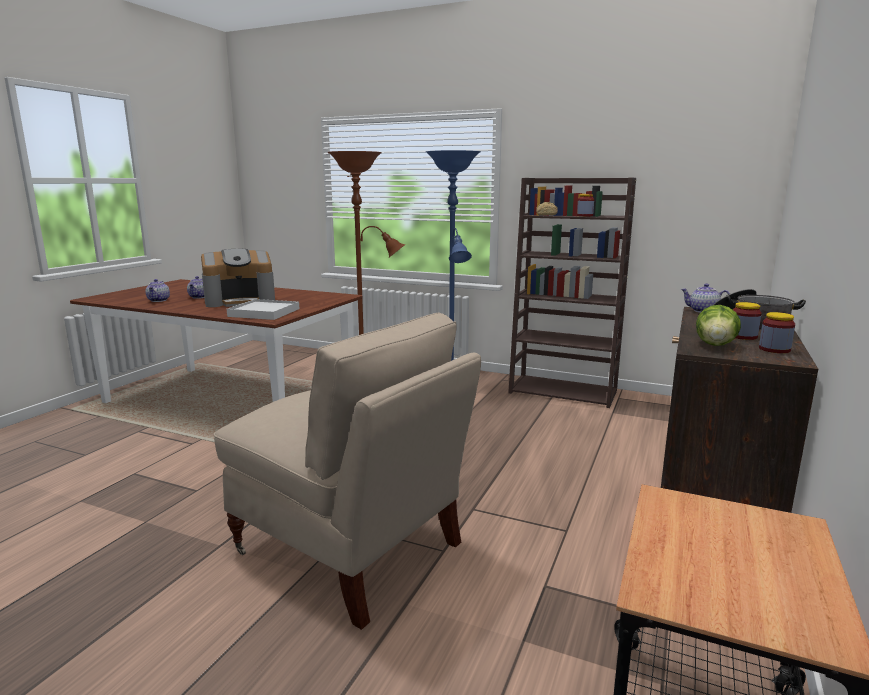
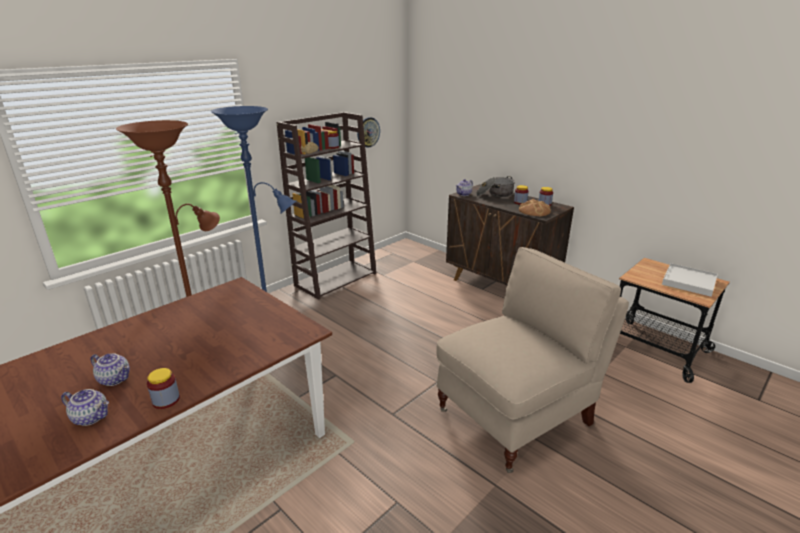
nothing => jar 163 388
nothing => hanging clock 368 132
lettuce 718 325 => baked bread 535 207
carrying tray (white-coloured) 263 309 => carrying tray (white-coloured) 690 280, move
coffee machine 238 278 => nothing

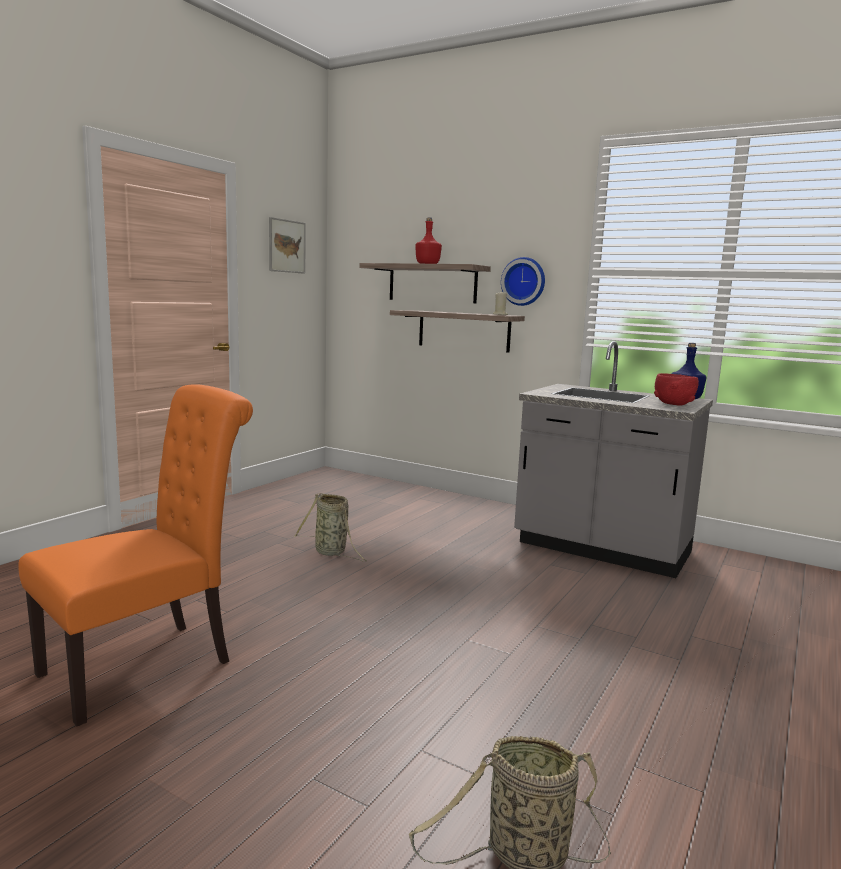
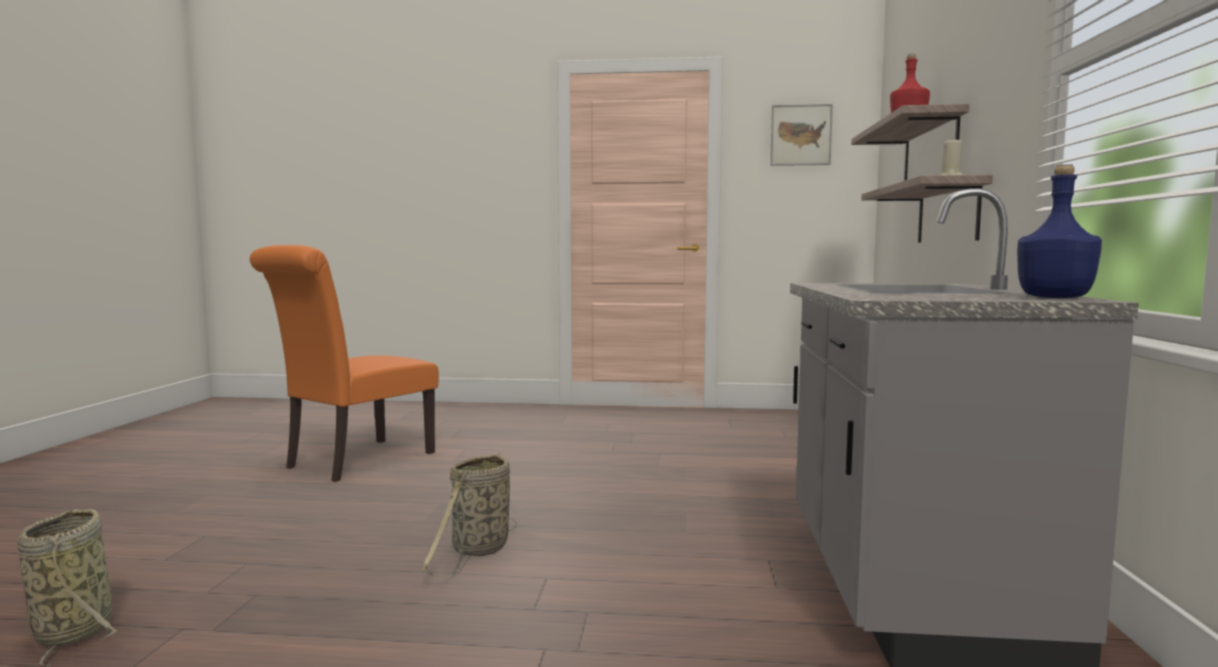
plain chair (orange) 135 555 => plain chair (orange) 344 363, 105 degrees clockwise
storage basket 330 527 => storage basket 470 515, move
hanging clock 523 281 => nothing
bowl (red-coloured) 676 389 => nothing

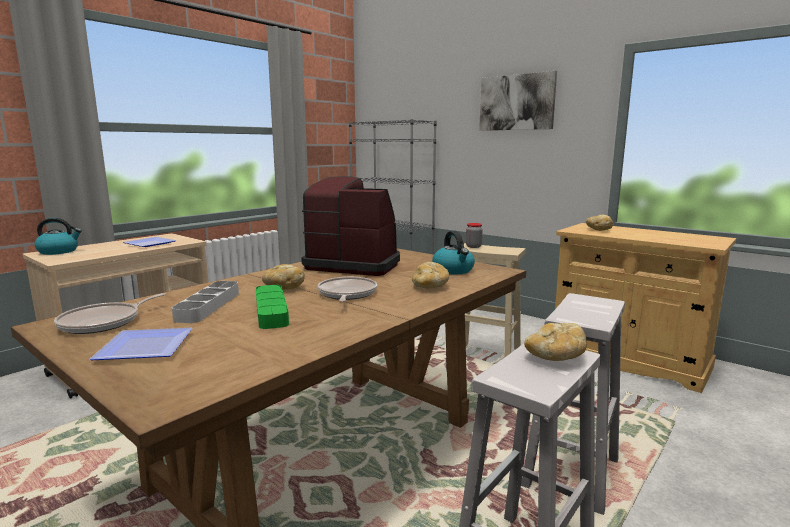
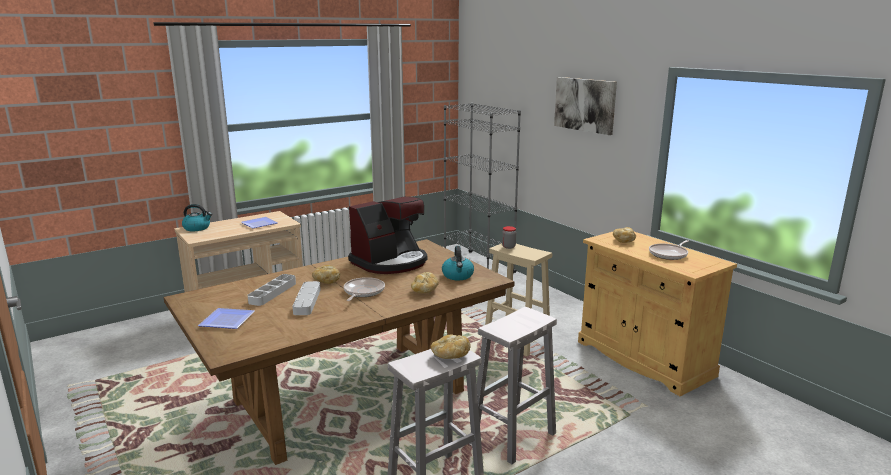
carrying tray (greenish) 272 307 => carrying tray (gray) 306 298
coffee machine 350 226 => coffee machine 387 235, 105 degrees clockwise
pan 110 313 => pan 669 250, move

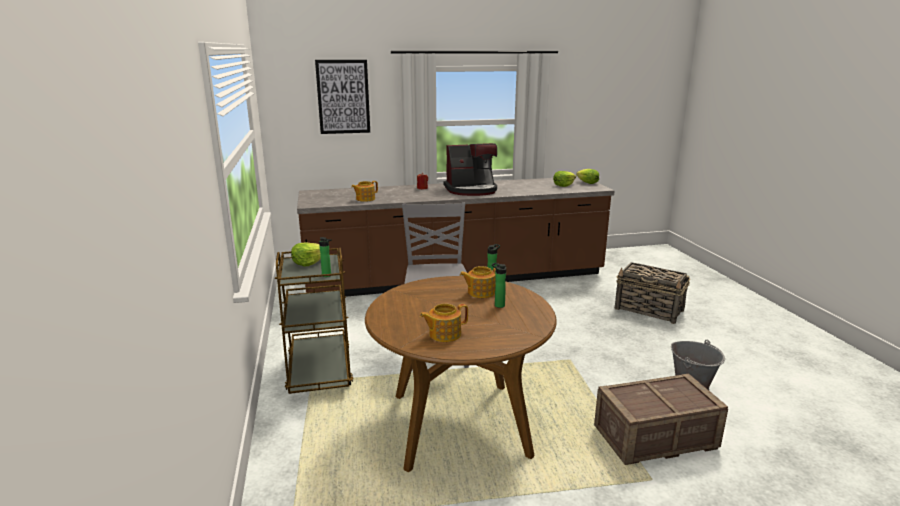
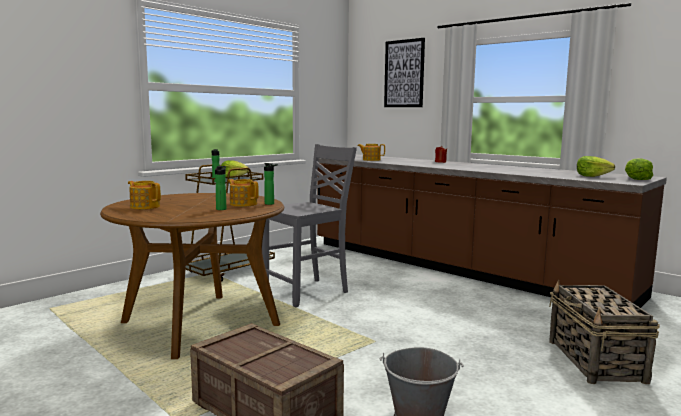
coffee machine 470 169 => nothing

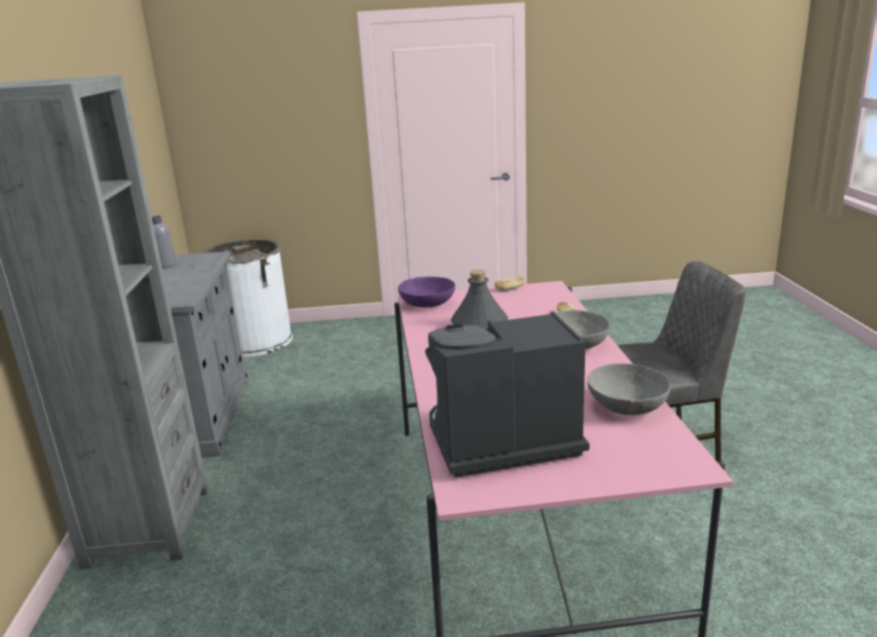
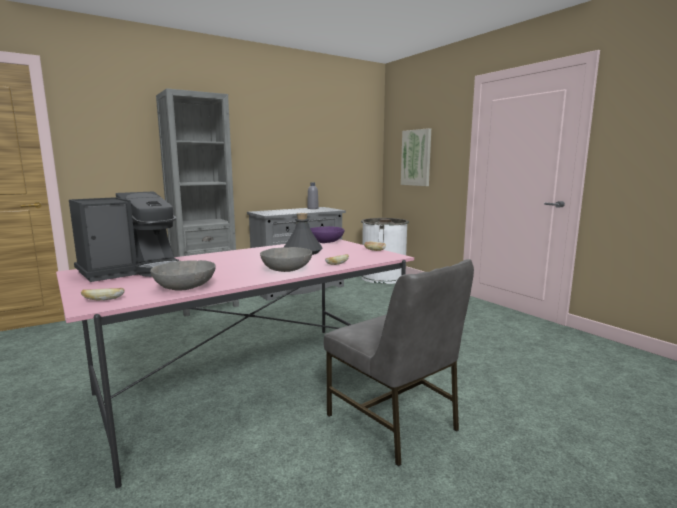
coffee machine 507 395 => coffee machine 124 236, 90 degrees clockwise
nothing => baked bread 103 294
nothing => picture 416 157

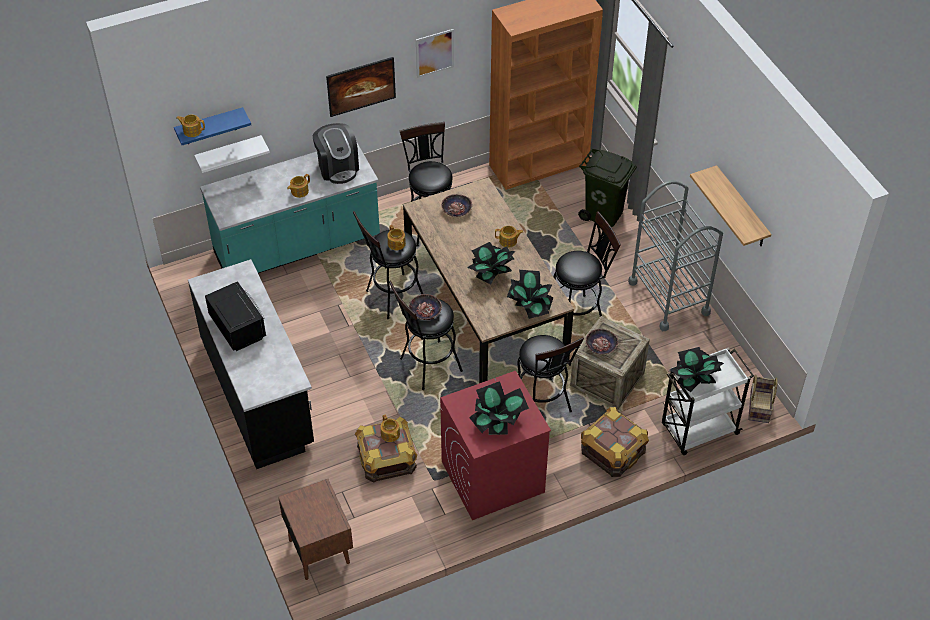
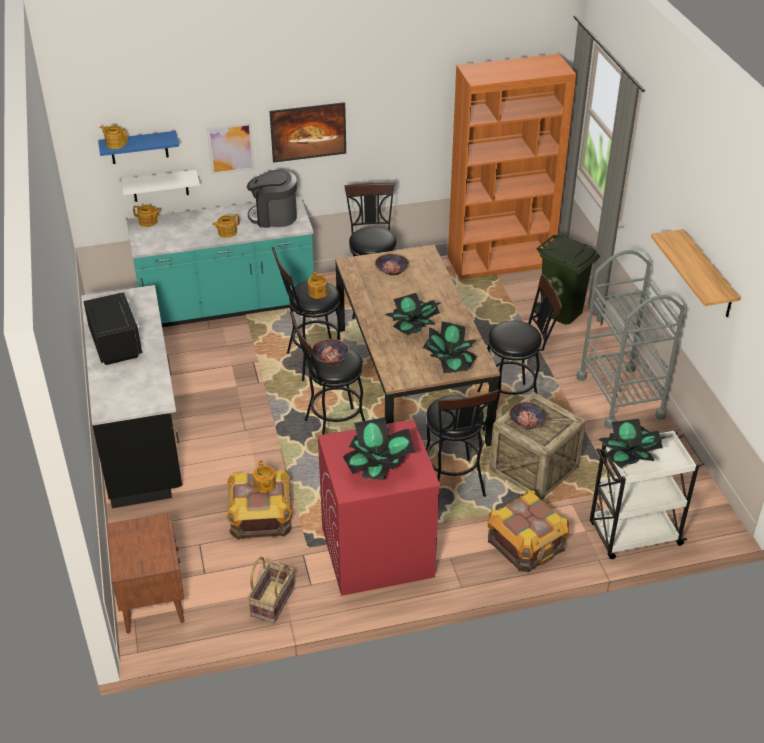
teapot 509 237 => teapot 147 215, move
picture 435 53 => picture 231 148, move
coffee machine 336 153 => coffee machine 272 198, 105 degrees clockwise
storage basket 763 399 => storage basket 271 590, move

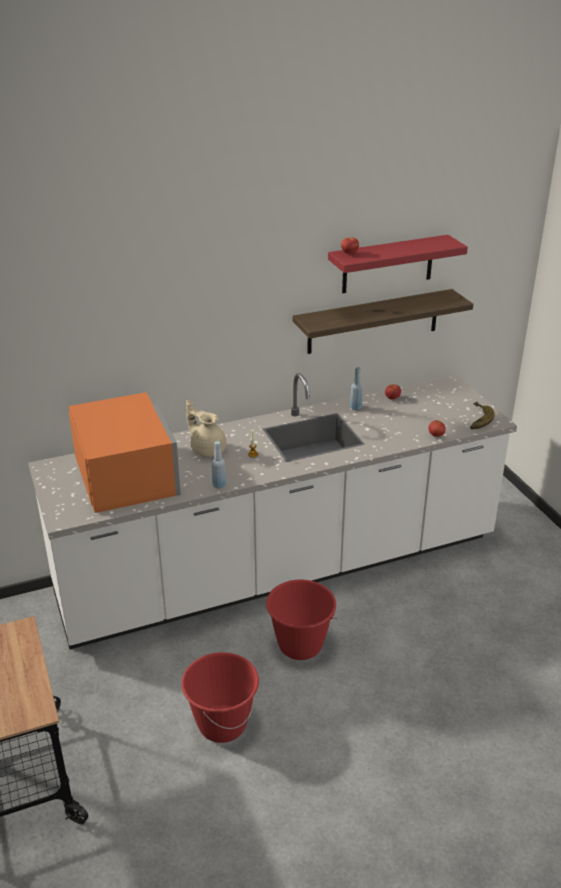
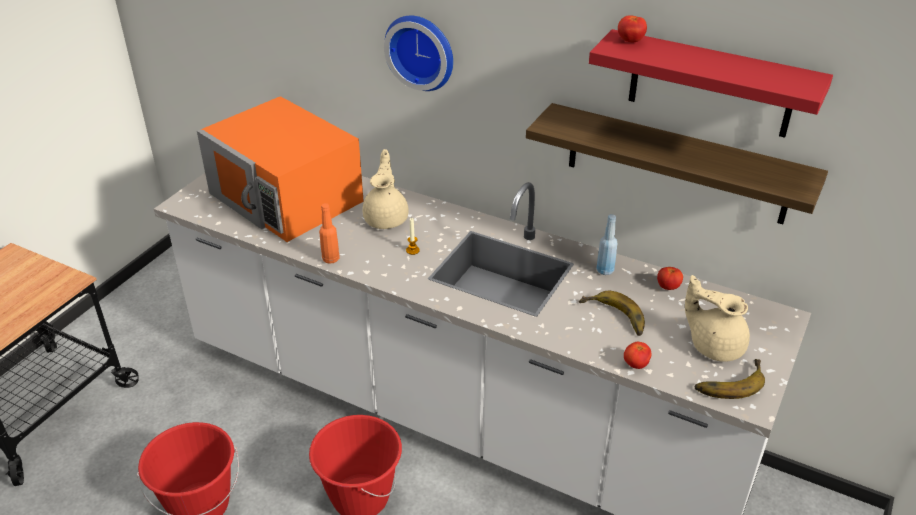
microwave oven (orange) 124 452 => microwave oven (orange) 280 169, 105 degrees clockwise
bottle (blue) 219 465 => bottle (orange) 329 233
nothing => hanging clock 418 53
nothing => banana fruit 612 313
nothing => teapot (sand-coloured) 717 318

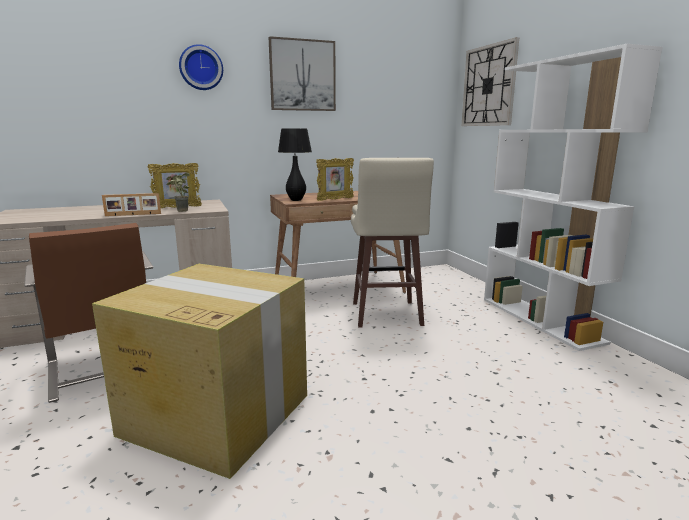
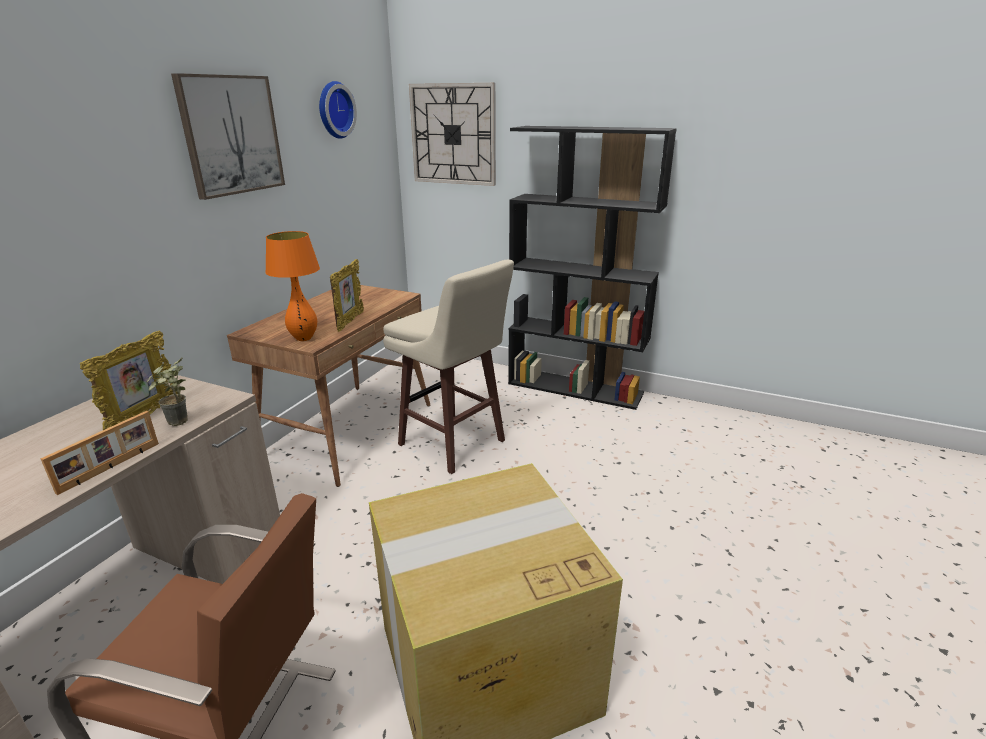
lamp for a table (black) 295 165 => lamp for a table (orange) 292 286
hanging clock 201 67 => hanging clock 338 110, move
bookcase (white-coloured) 573 197 => bookcase (black) 592 268

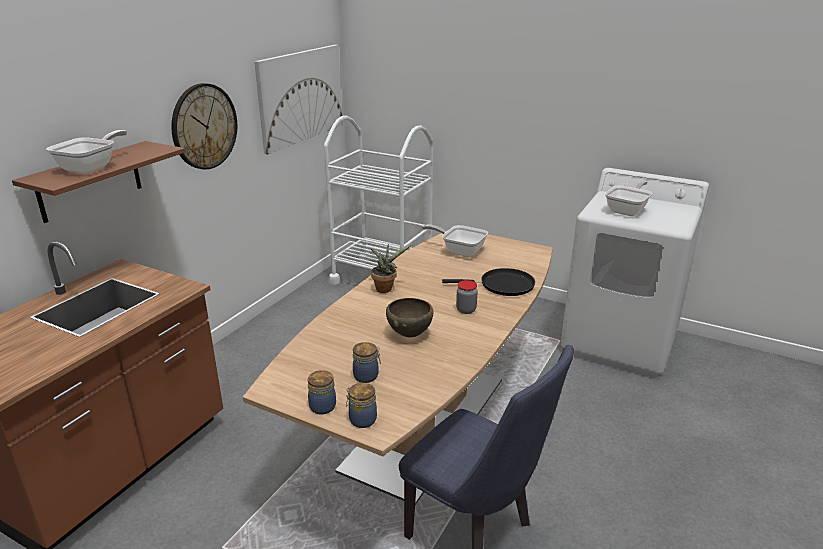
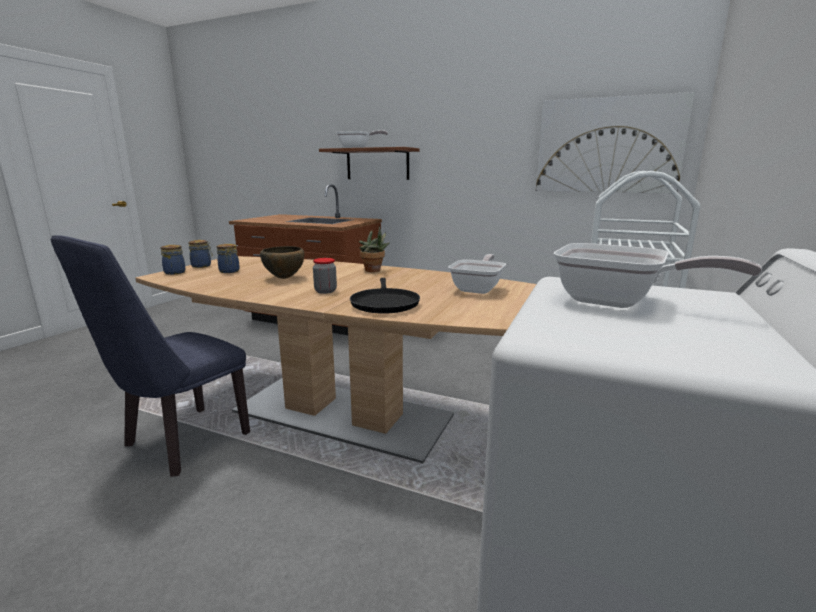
hanging clock 204 126 => nothing

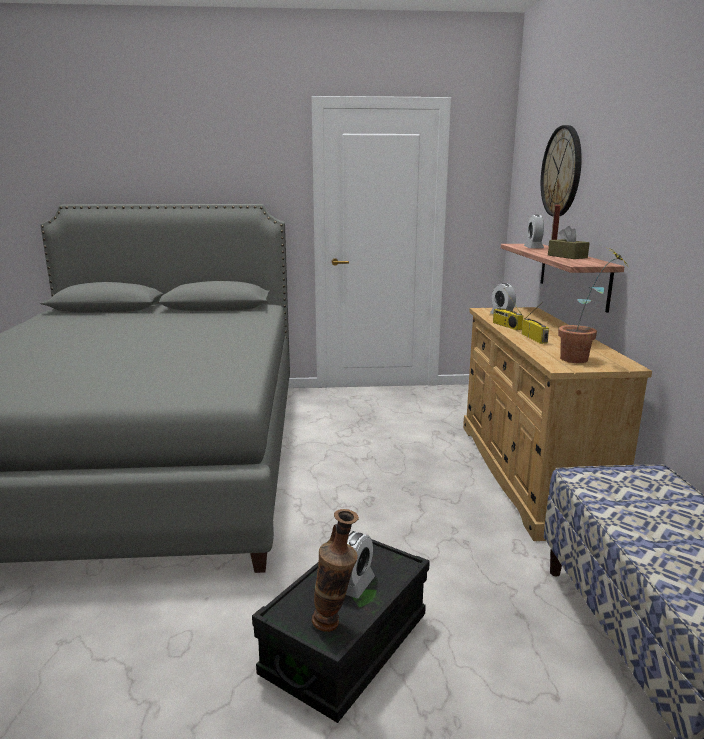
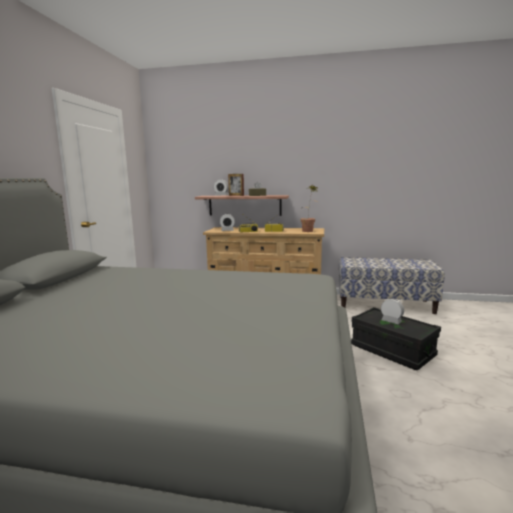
decorative vase 335 570 => nothing
hanging clock 561 170 => nothing

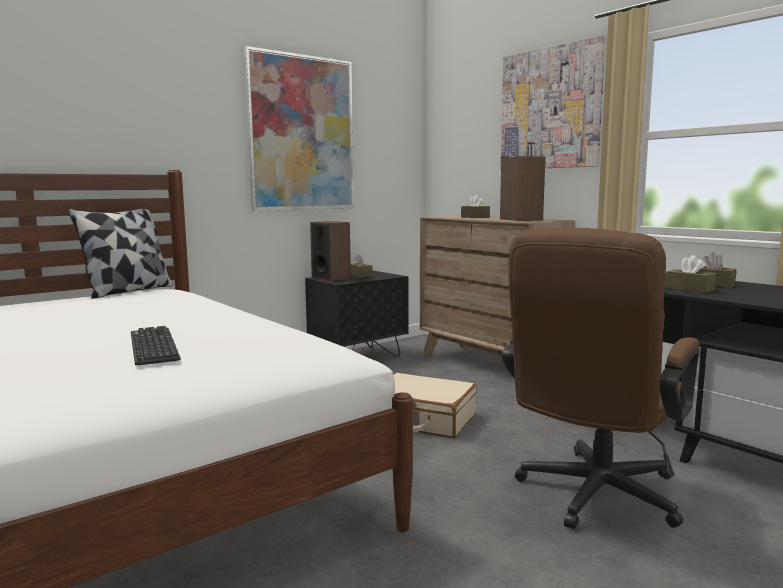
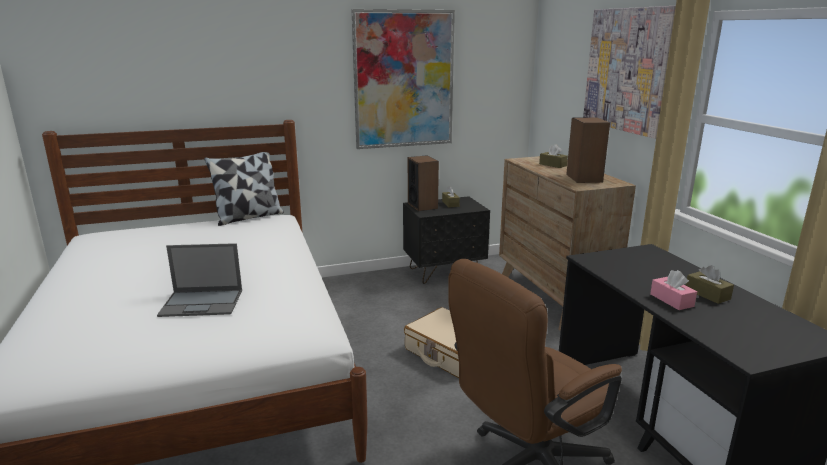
computer keyboard 156 345 => portable computer 199 280
tissue holder (brownish) 690 274 => tissue holder (pink) 673 290

